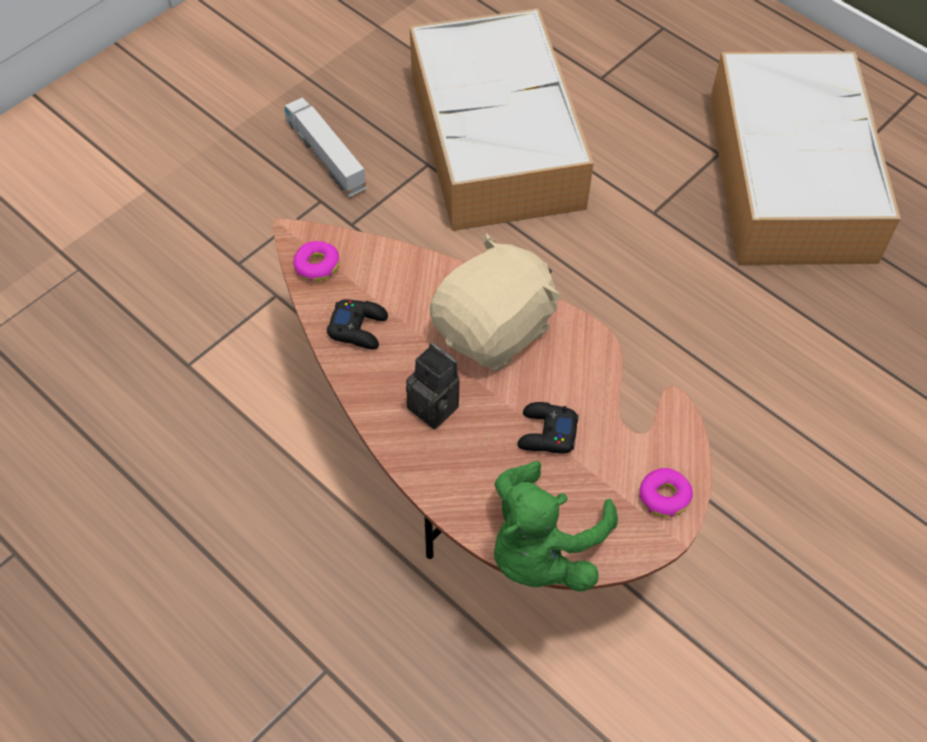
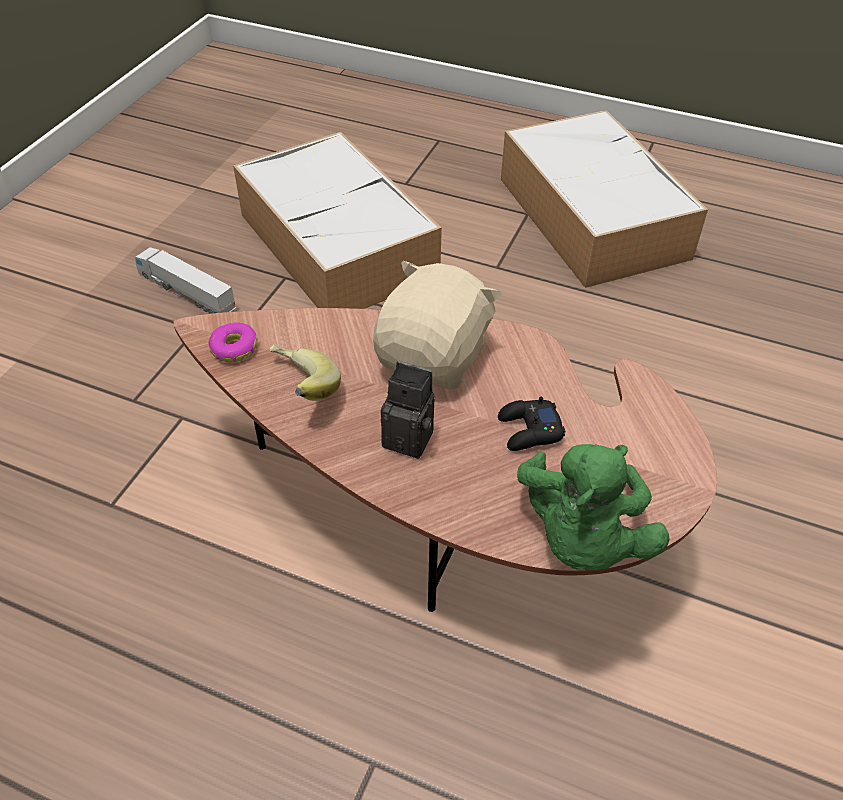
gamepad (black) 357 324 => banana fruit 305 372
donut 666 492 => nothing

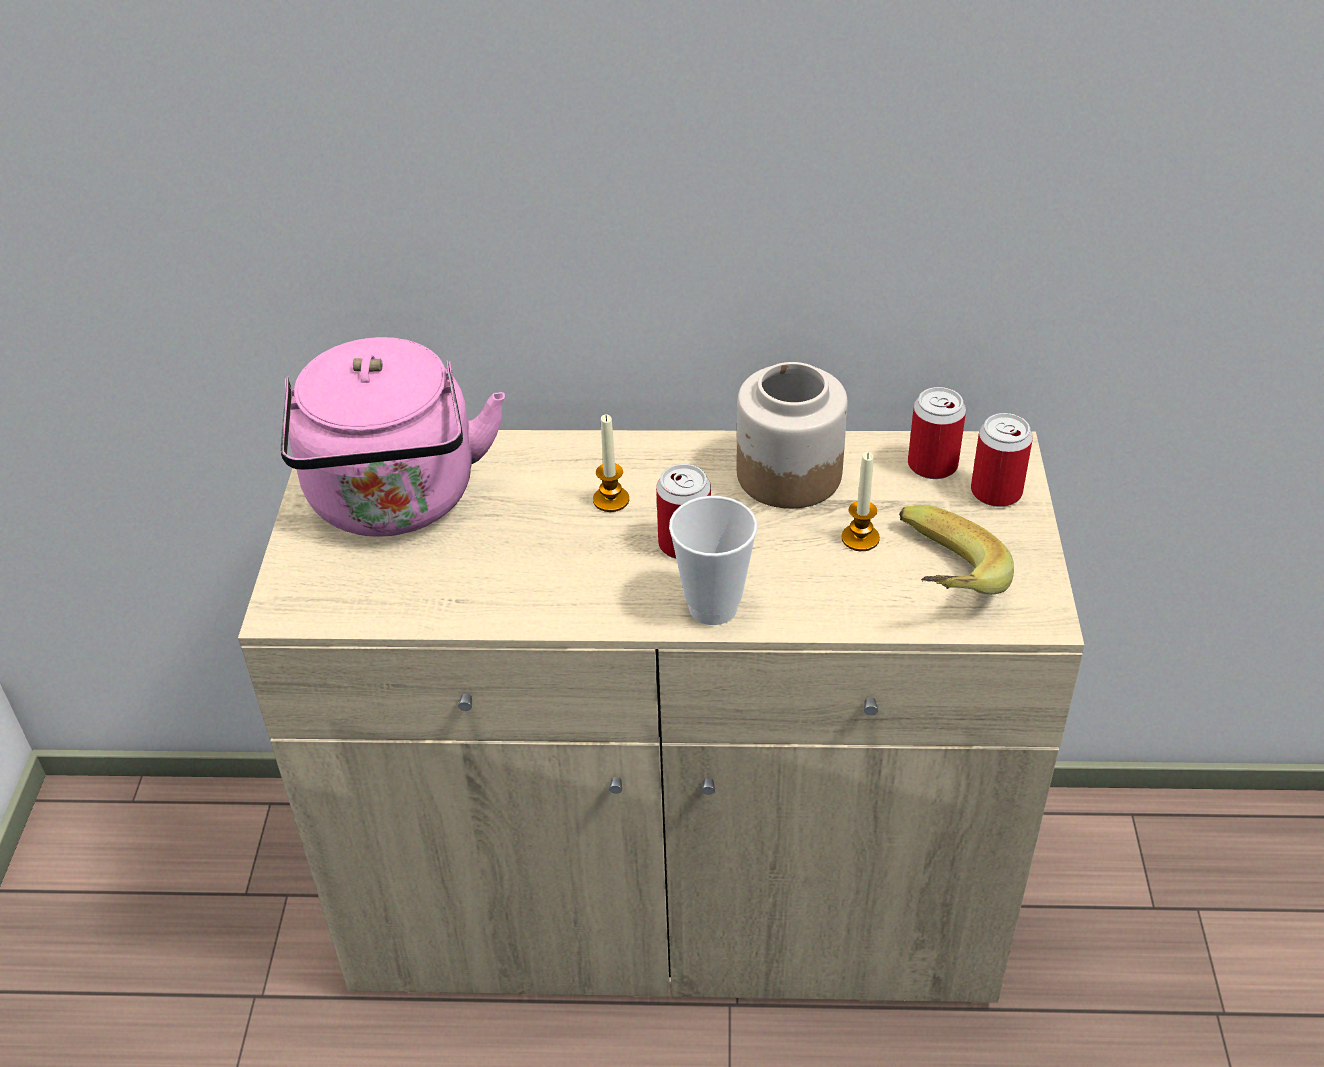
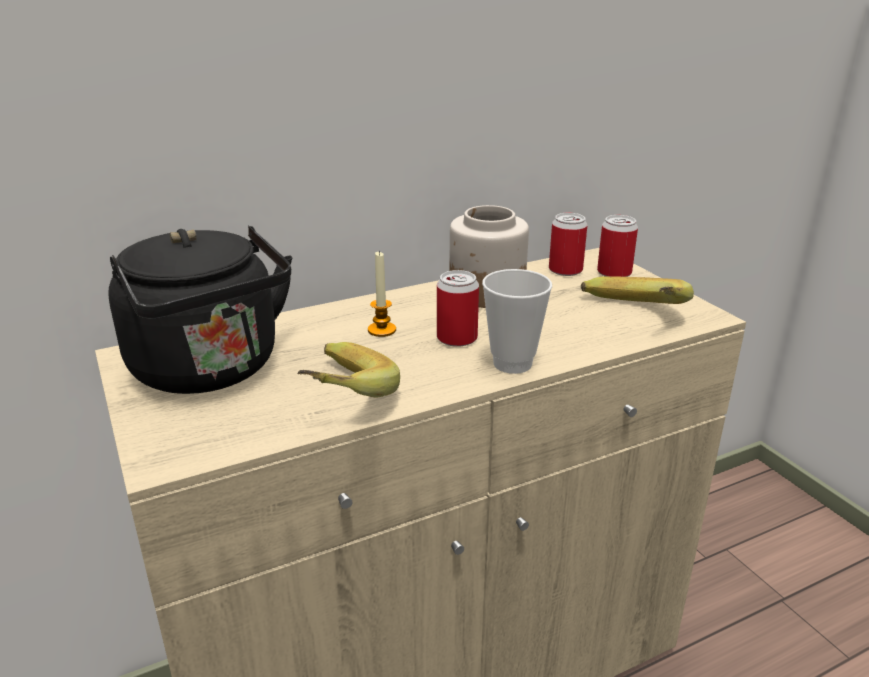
kettle (pink) 393 437 => kettle (black) 200 310
nothing => banana fruit 349 370
wax light 861 501 => nothing

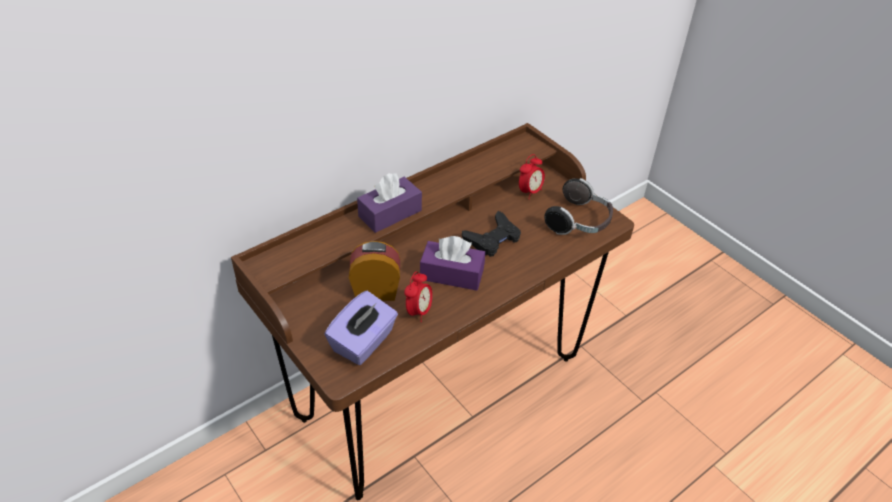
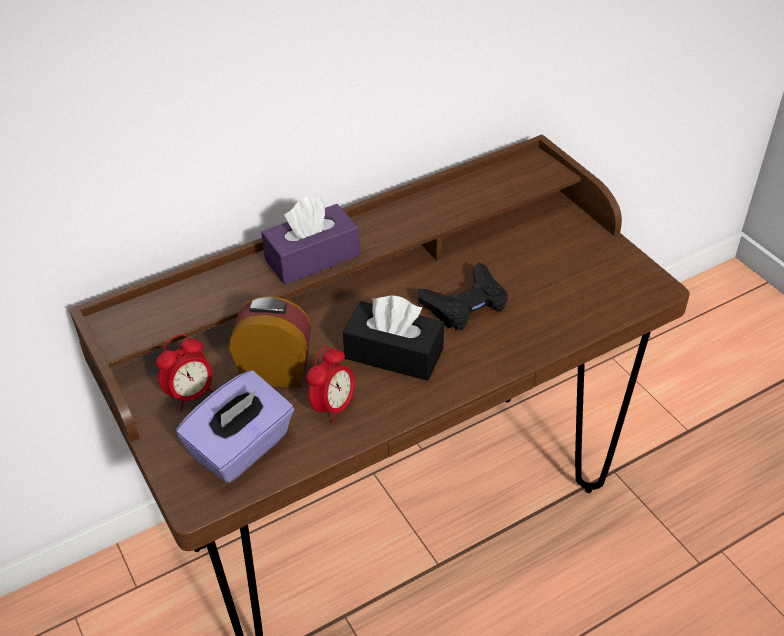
bedside clock 532 176 => bedside clock 184 372, move
tissue holder (purple-coloured) 452 263 => tissue holder (black) 393 338
headset 578 206 => nothing

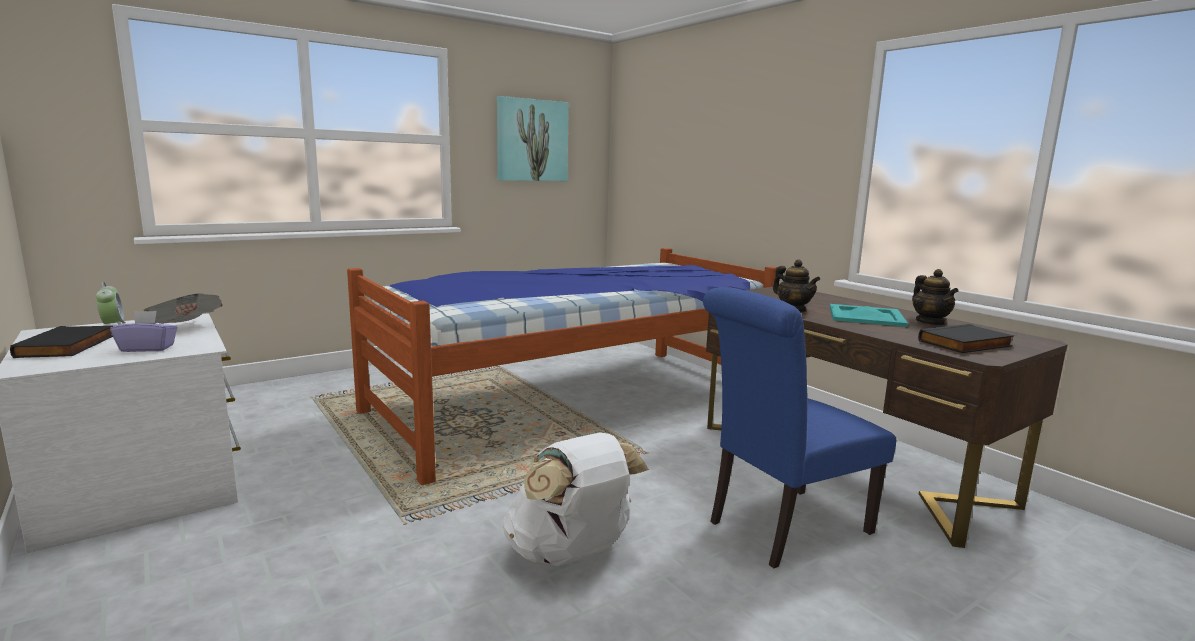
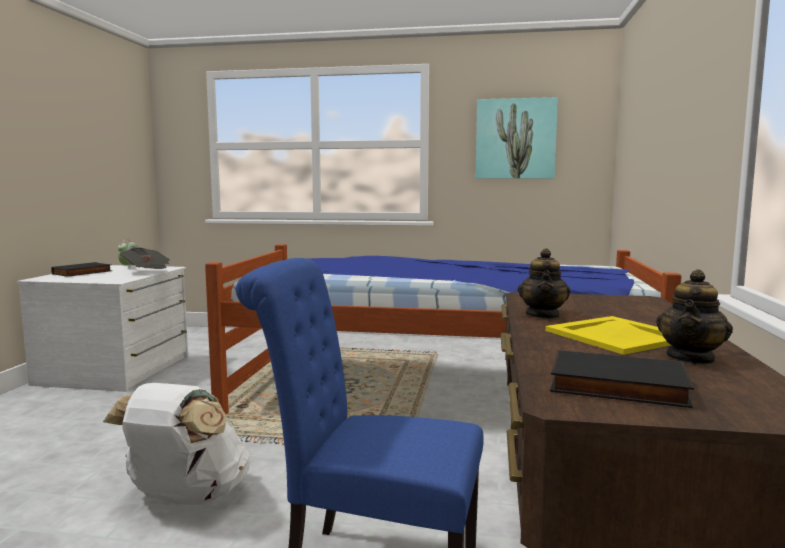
carrying tray (blue-green) 869 315 => carrying tray (yellow-coloured) 608 335
tissue holder (purple-coloured) 144 331 => nothing

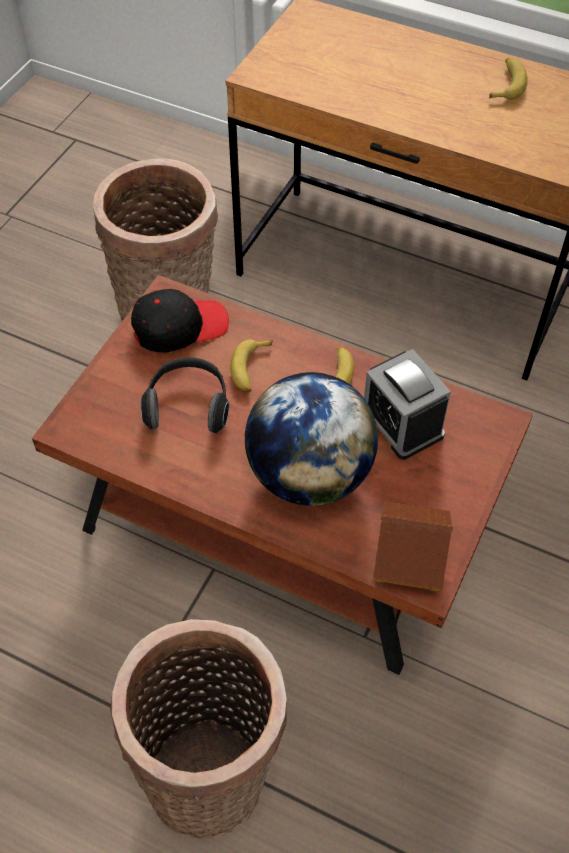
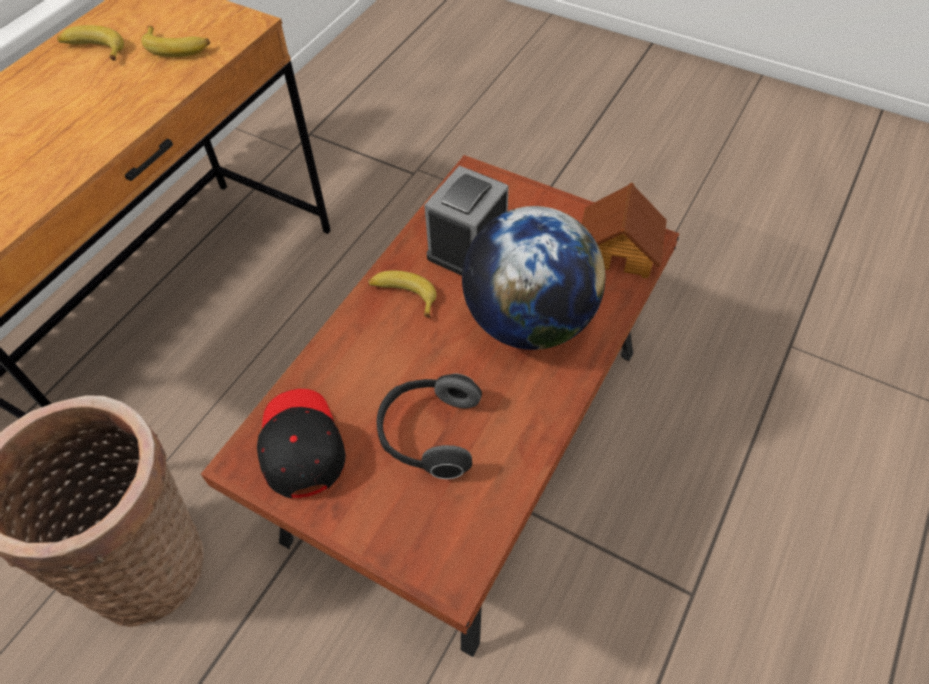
banana fruit 251 366 => banana fruit 175 41, move
bedside clock 407 404 => bedside clock 466 221, 150 degrees clockwise
storage basket 198 728 => nothing

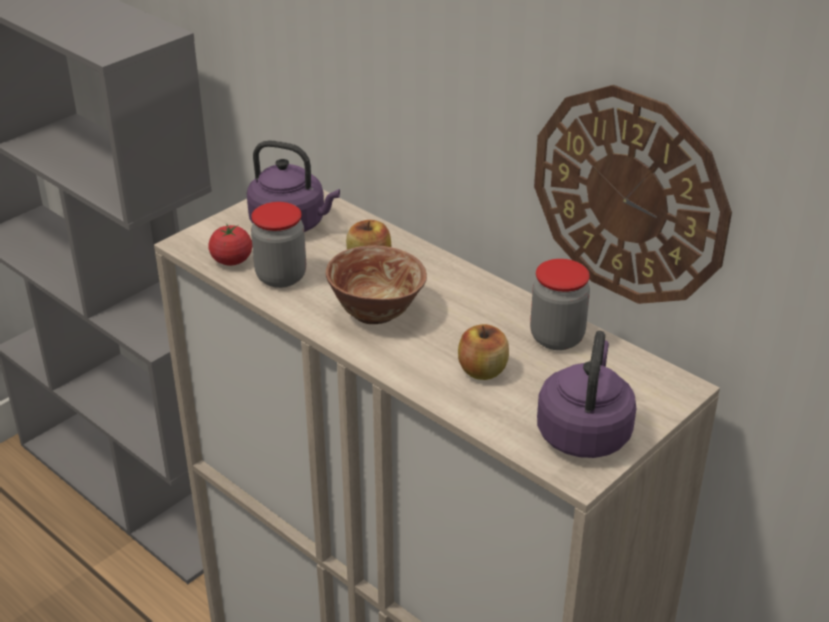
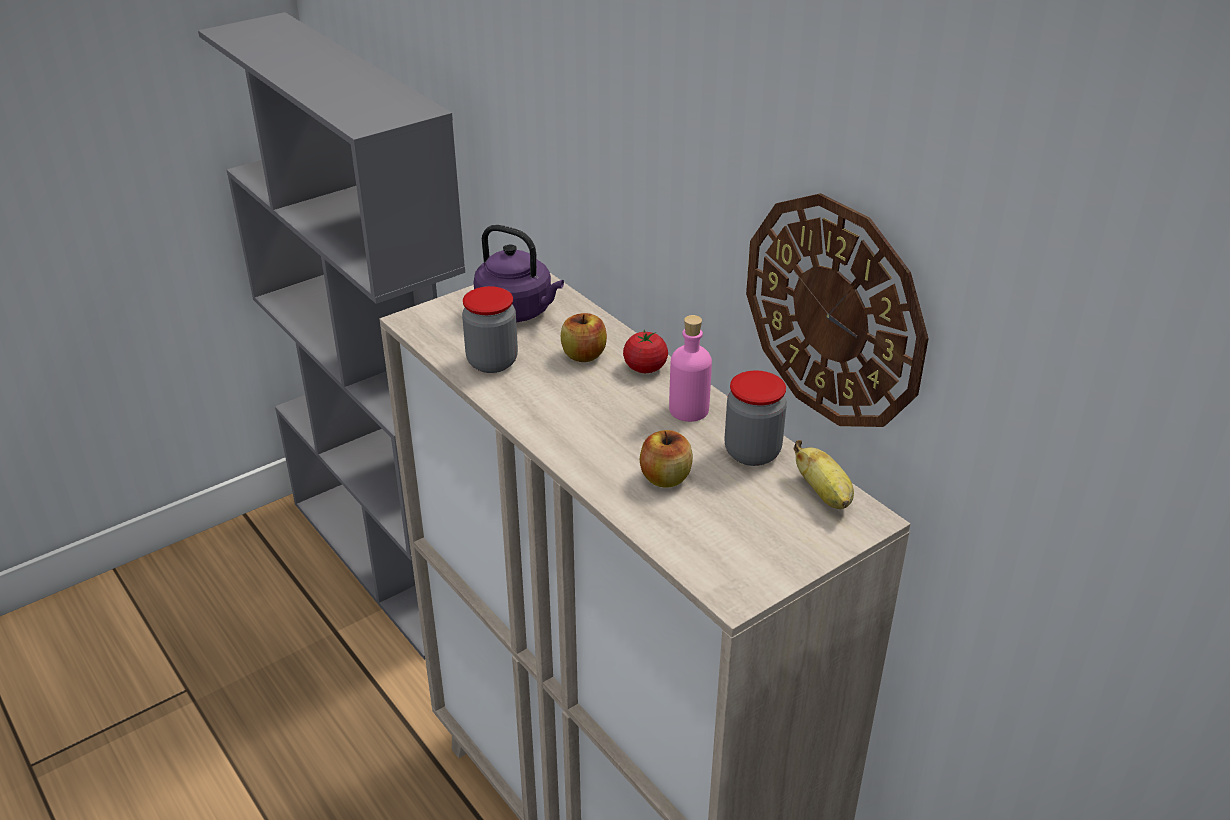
fresh tomato 230 245 => fresh tomato 645 351, move
nothing => bottle (pink) 690 368
nothing => banana fruit 824 474
bowl 376 284 => nothing
kettle (purple-coloured) 586 394 => nothing

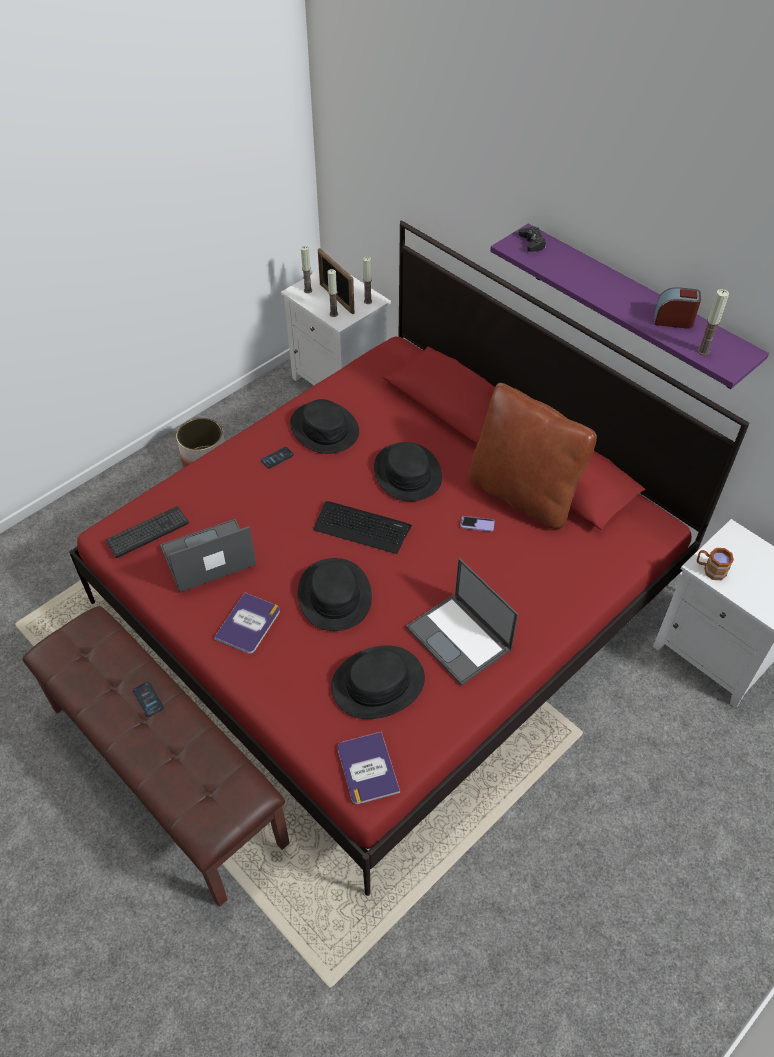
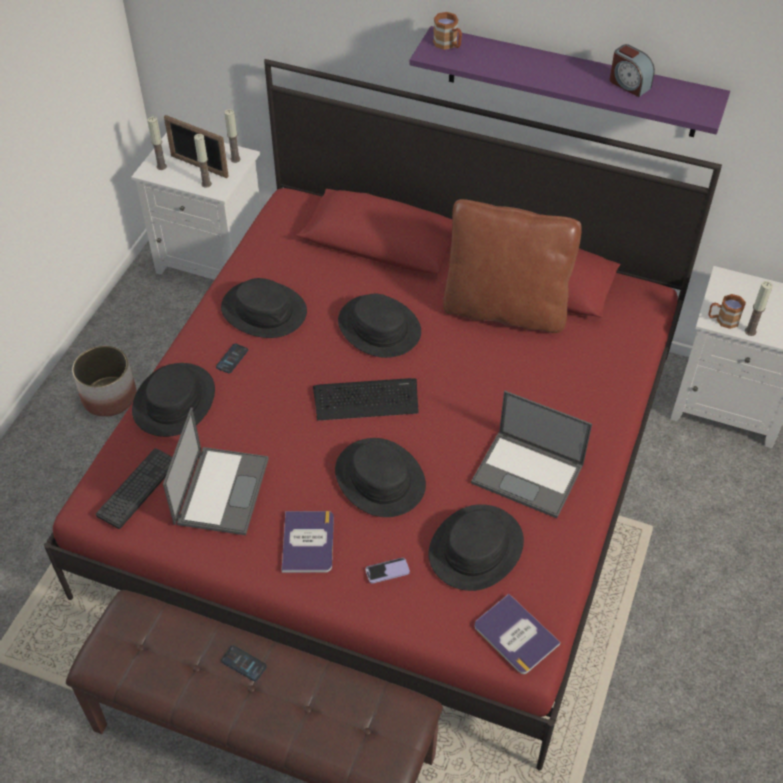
nothing => wearable hat (black) 173 400
portable computer 208 555 => portable computer 216 471, 150 degrees clockwise
handset 477 524 => handset 387 571, move
gamepad (black) 532 239 => coffee mug (brownish) 447 31
bedside clock 677 308 => bedside clock 632 70, 120 degrees counterclockwise
wax light 713 322 => wax light 759 308, move

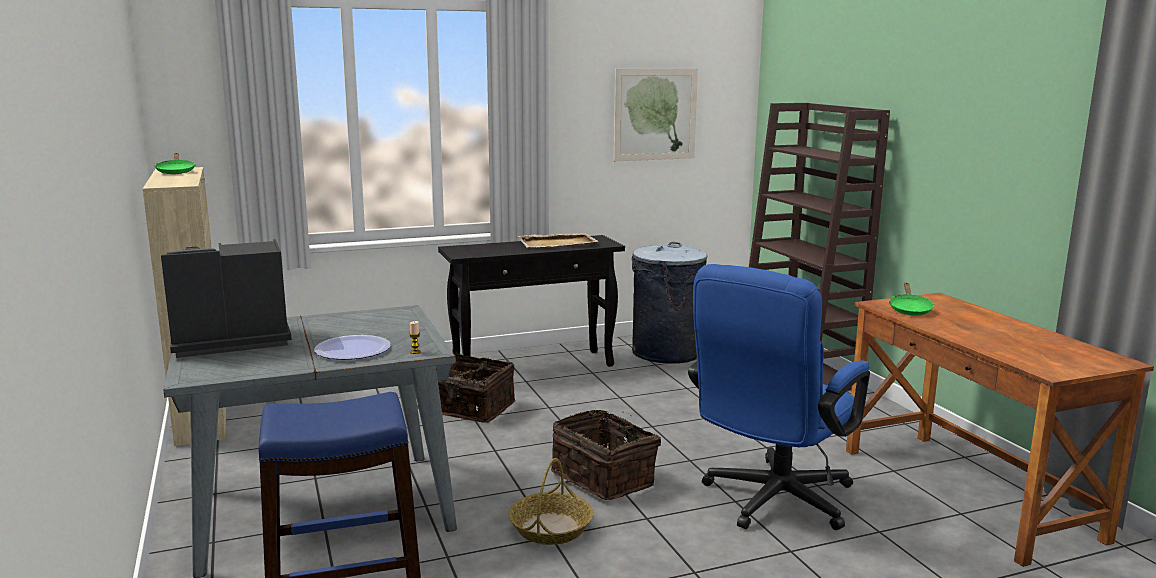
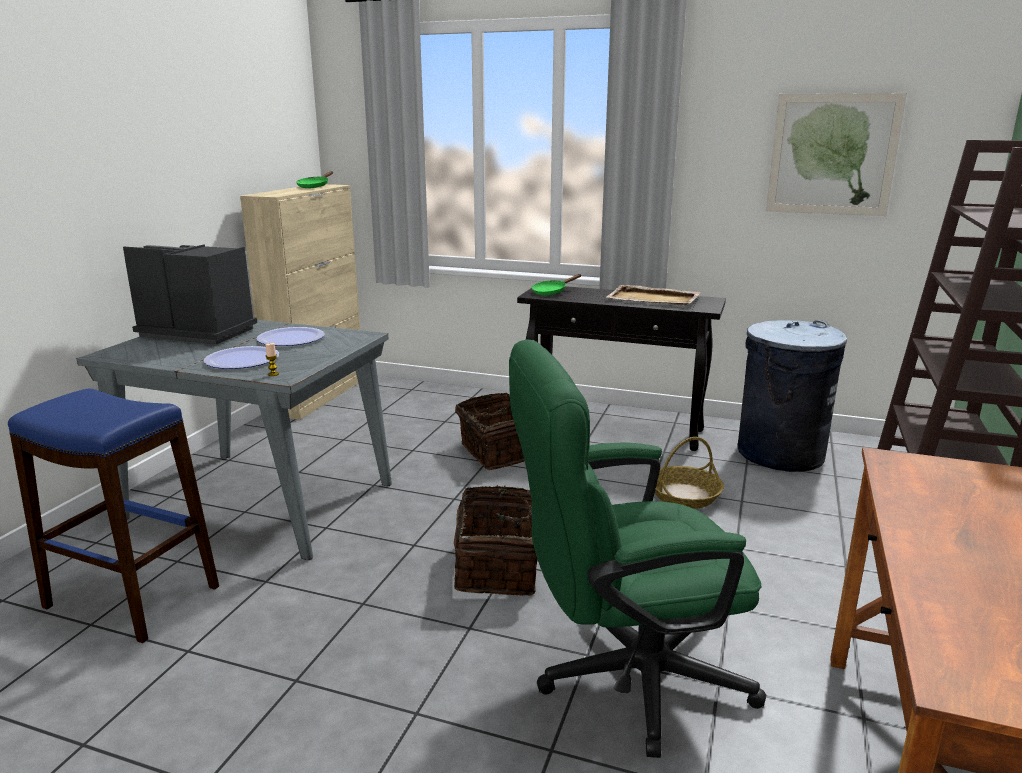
nothing => flat dish 290 336
computer chair (blue) 779 397 => computer chair (greenish) 637 549
pan (greenish) 911 299 => pan (greenish) 556 284, move
storage basket 550 501 => storage basket 689 473, move

